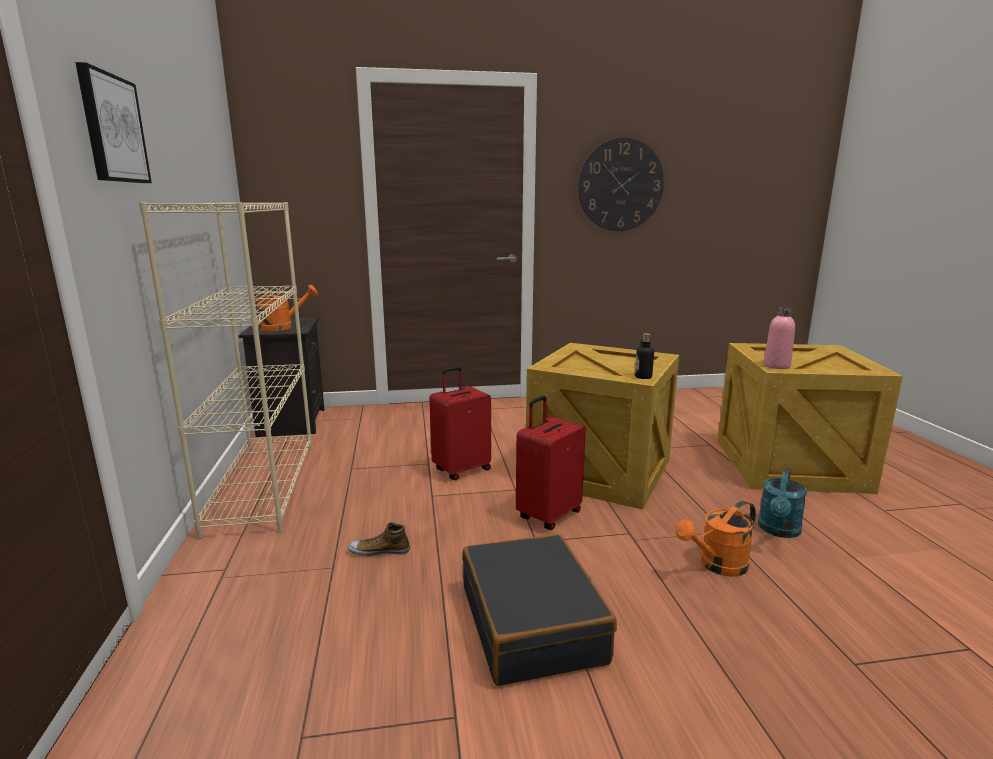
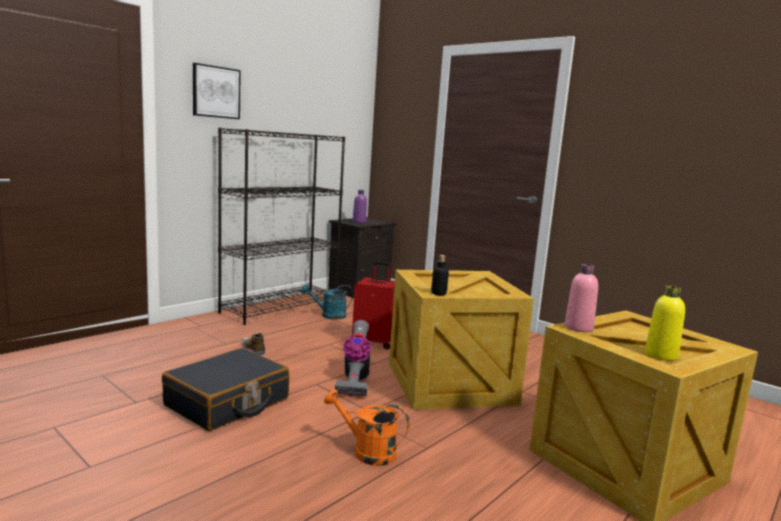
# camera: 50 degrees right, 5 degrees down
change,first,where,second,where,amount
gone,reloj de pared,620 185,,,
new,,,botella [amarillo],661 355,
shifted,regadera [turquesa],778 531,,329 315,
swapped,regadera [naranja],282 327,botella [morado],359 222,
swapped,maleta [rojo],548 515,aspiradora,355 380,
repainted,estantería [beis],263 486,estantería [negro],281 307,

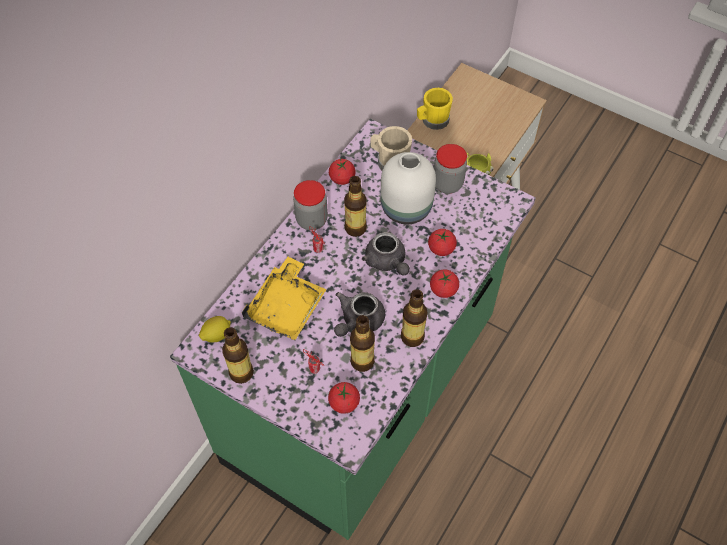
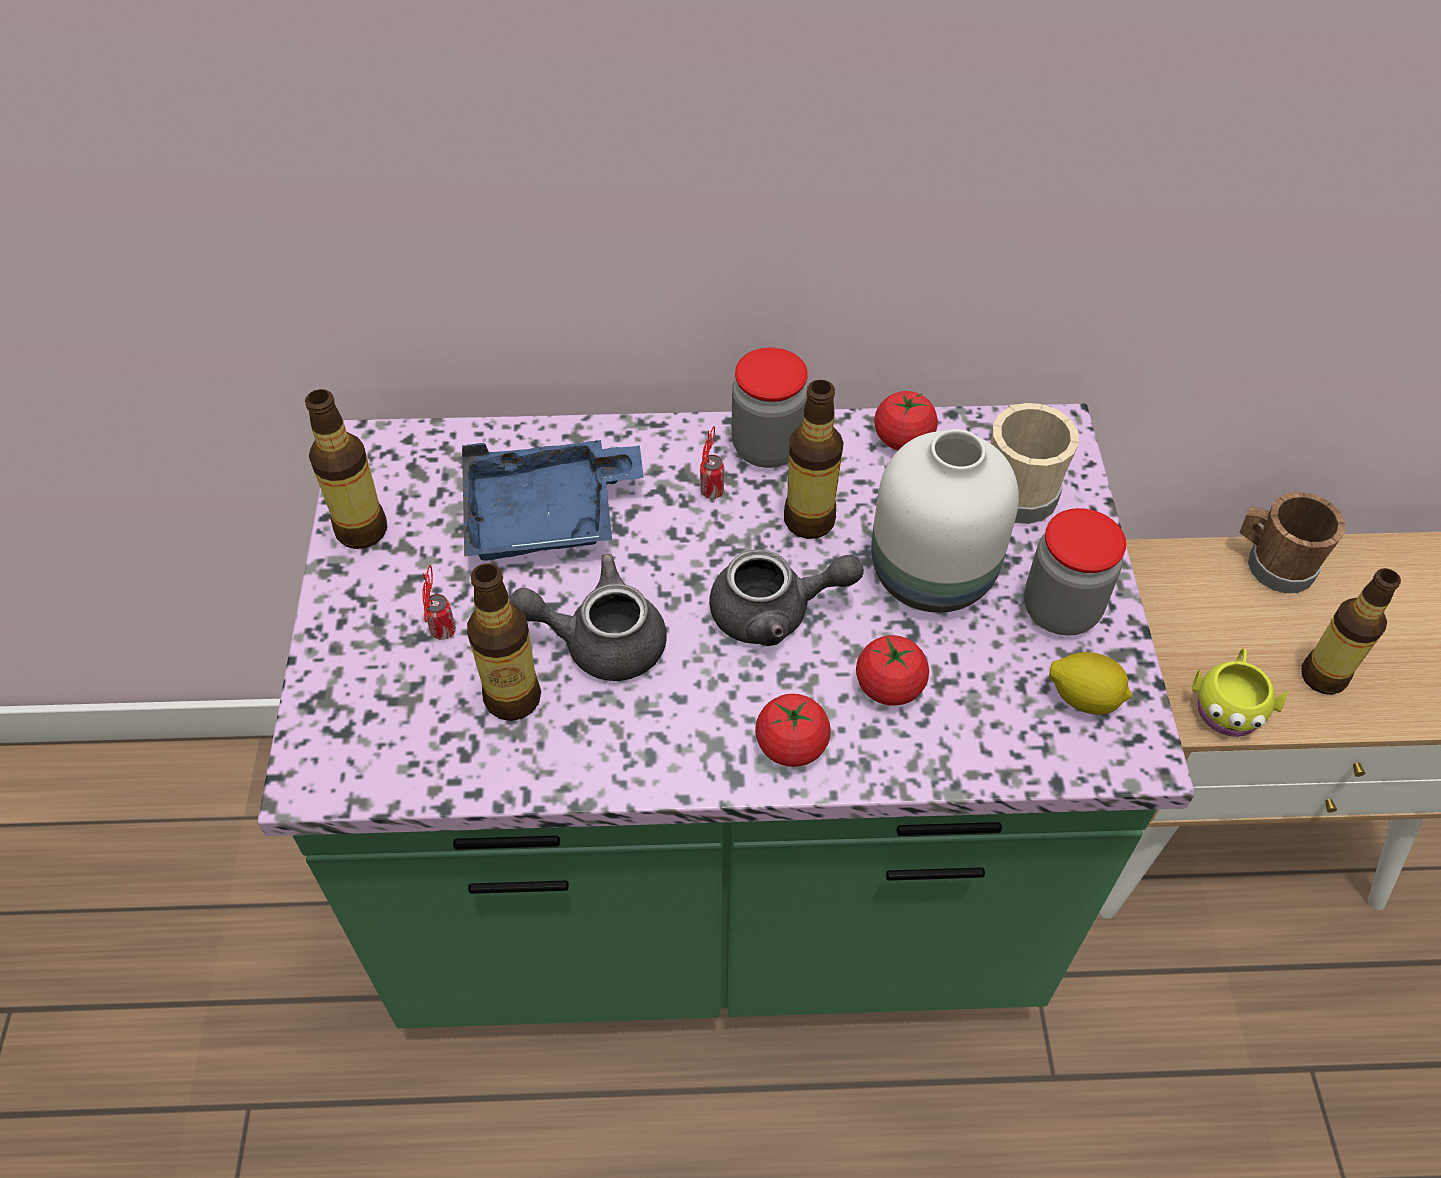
# camera: 55 degrees right, 5 degrees down
change,first,where,second,where,amount
gone,tomate,344 403,,,
shifted,limón,216 335,,1083 698,
shifted,botella,412 337,,1323 676,
repainted,bandeja [amarillo],287 307,bandeja [azul],547 517,
repainted,taza grande [amarillo],432 121,taza grande [marrón],1272 564,
rotated,tetera [gris],387 262,,775 613,120 degrees counterclockwise

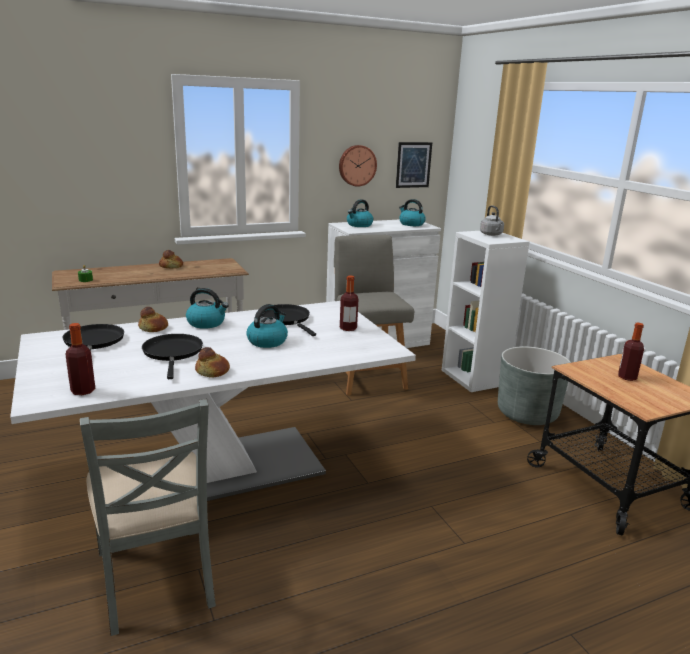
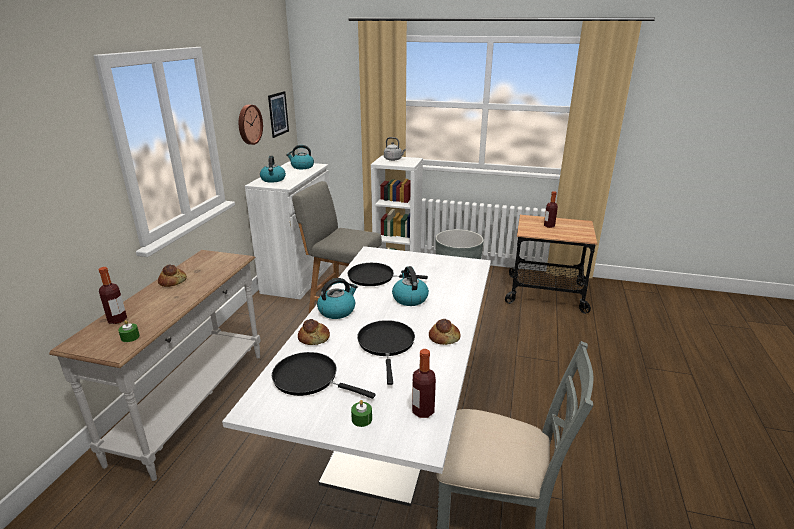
# camera: 50 degrees left, 5 degrees up
change,first,where,second,where,amount
new,,,vela [verde],362 419,
shifted,botella,348 328,,117 320,
rotated,sartén [negro],173 353,,386 344,60 degrees clockwise

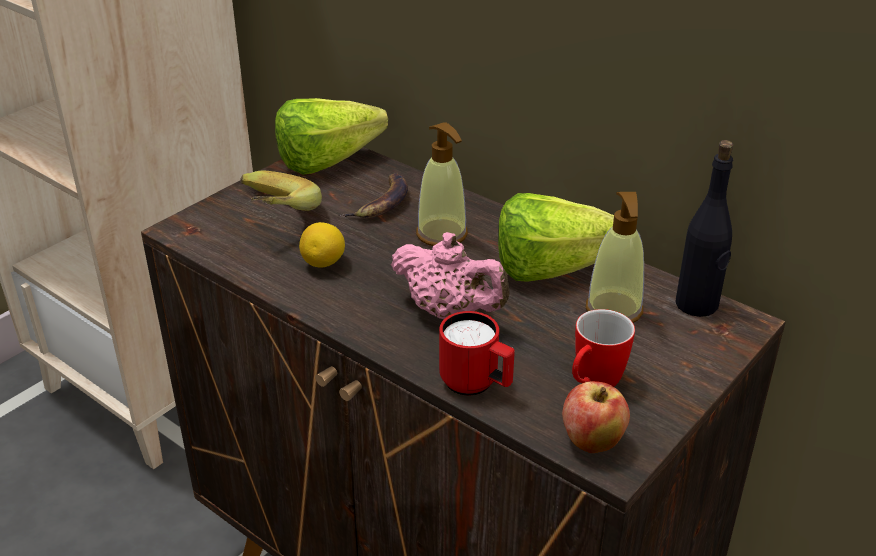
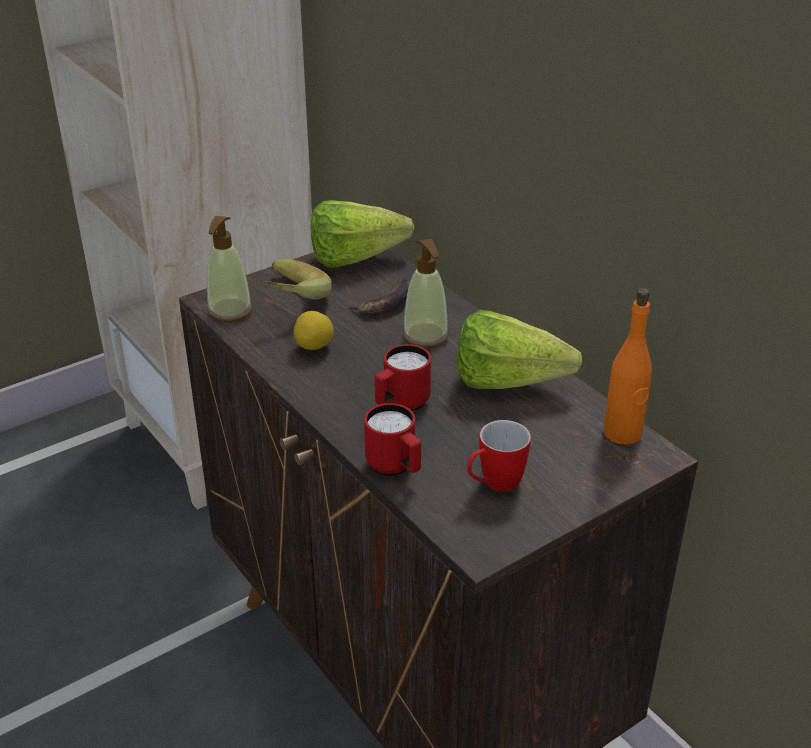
# camera: 15 degrees right, 0 degrees up
change,first,where,second,where,amount
gone,manzana,591 442,,,
shifted,dispensador de jabón,614 310,,230 311,
swapped,tetera [rosa],450 312,taza grande [rojo],401 404,
repainted,botella [negro],697 305,botella [naranja],622 433,

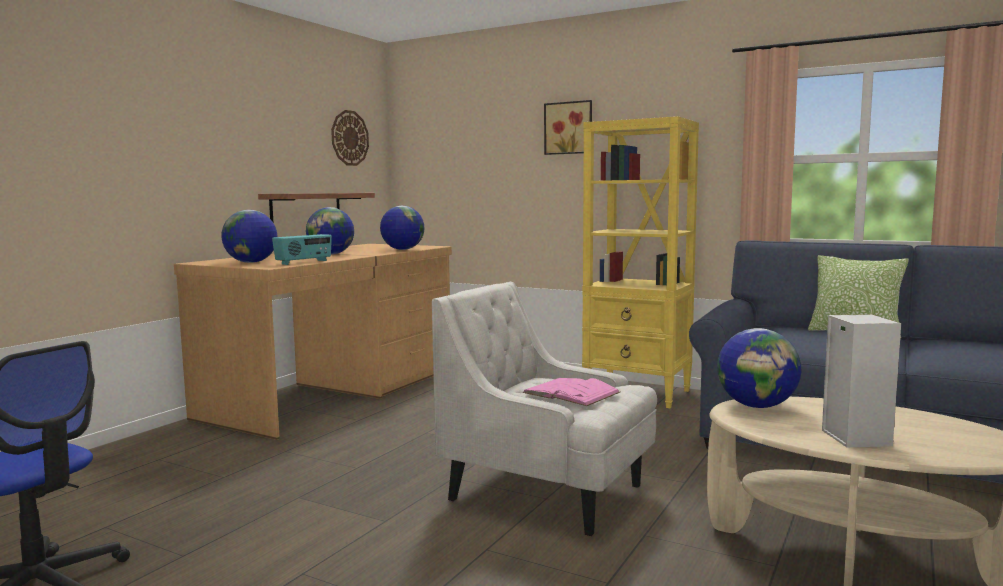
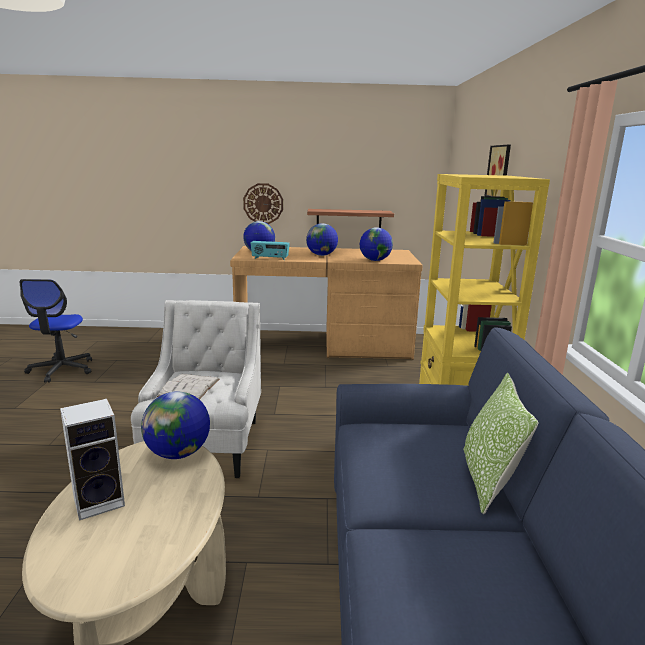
# camera: 60 degrees right, 10 degrees up
change,first,where,second,where,amount
shifted,reloj de pared,349 138,,263 203,
repainted,libro [rosa],571 392,libro [blanco],189 387,

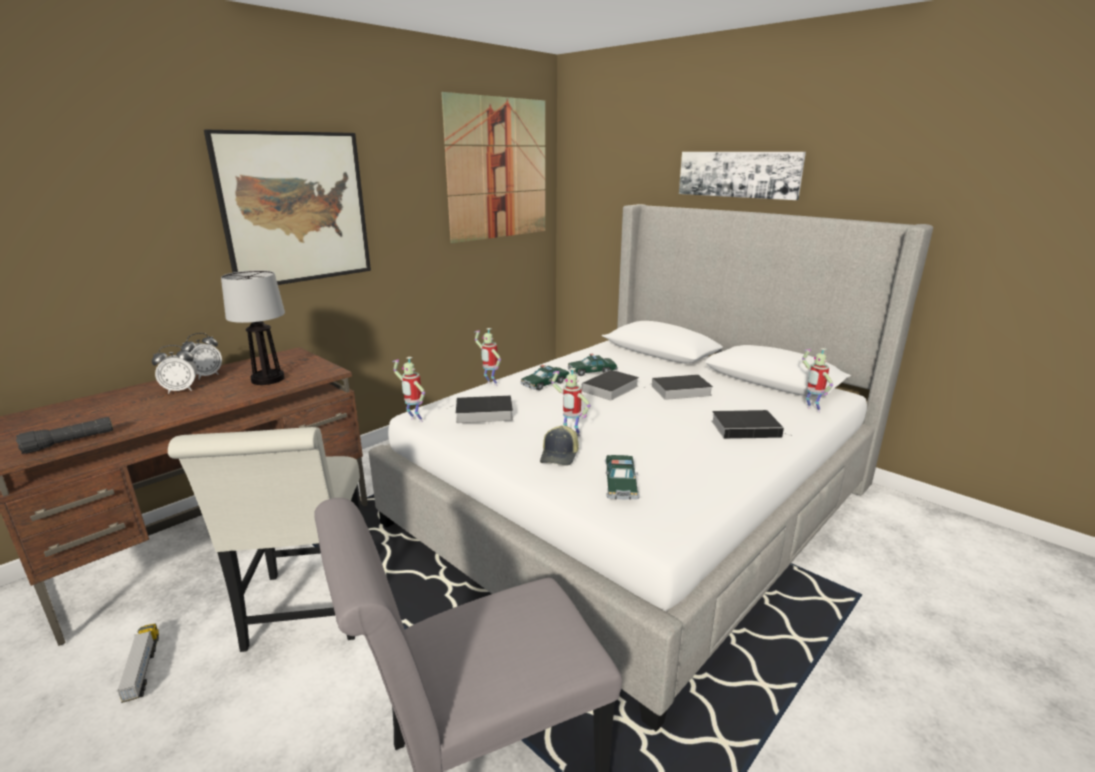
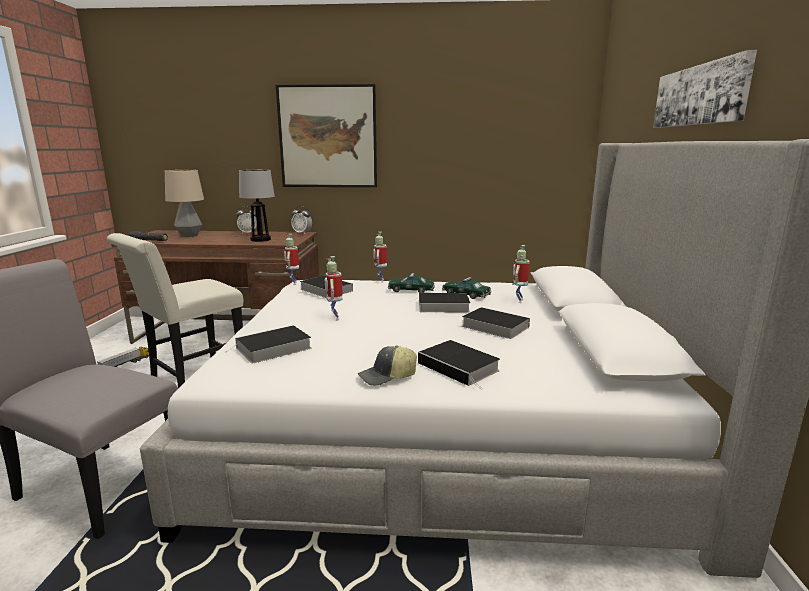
# camera: 50 degrees right, 5 degrees down
change,first,where,second,where,amount
gone,cuadro,498 169,,,
new,,,lámpara de mesa,189 235,
shifted,despertador,180 390,,302 233,
shifted,gorra,560 455,,387 377,
shifted,robot de juguete,811 410,,519 301,
swapped,coche de juguete,620 484,libro,272 349,

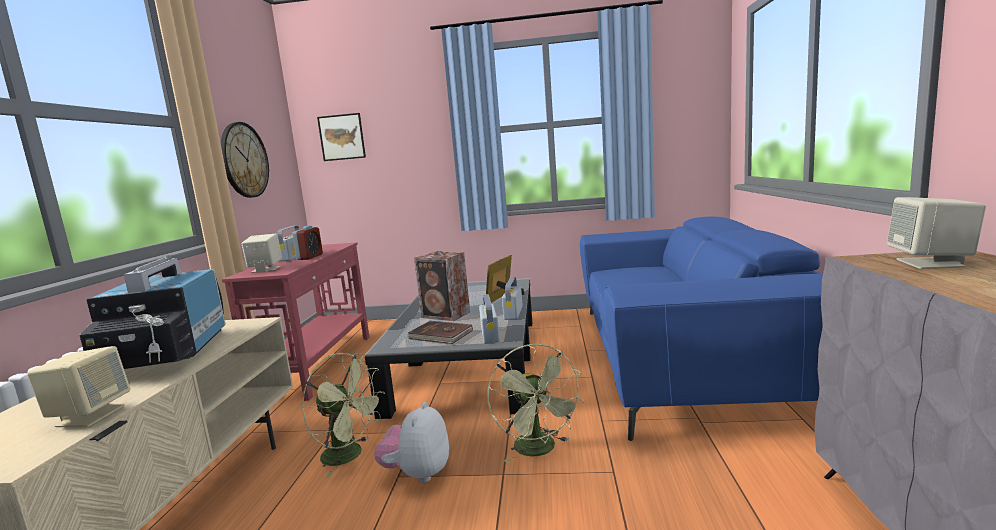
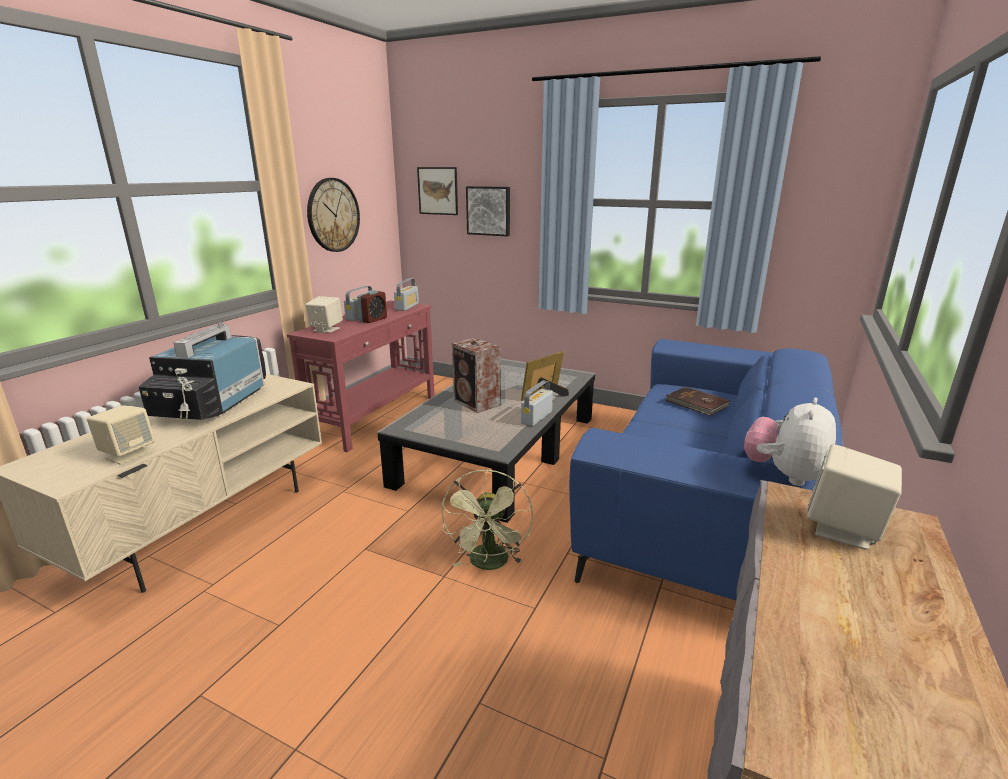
# camera: 20 degrees right, 10 degrees up
change,first,where,second,where,amount
gone,ventilador [verde],350 455,,,
new,,,cuadro,489 211,
shifted,peluche,417 474,,784 475,
shifted,libro [marrón],440 335,,696 404,
shifted,radio,490 335,,407 307,

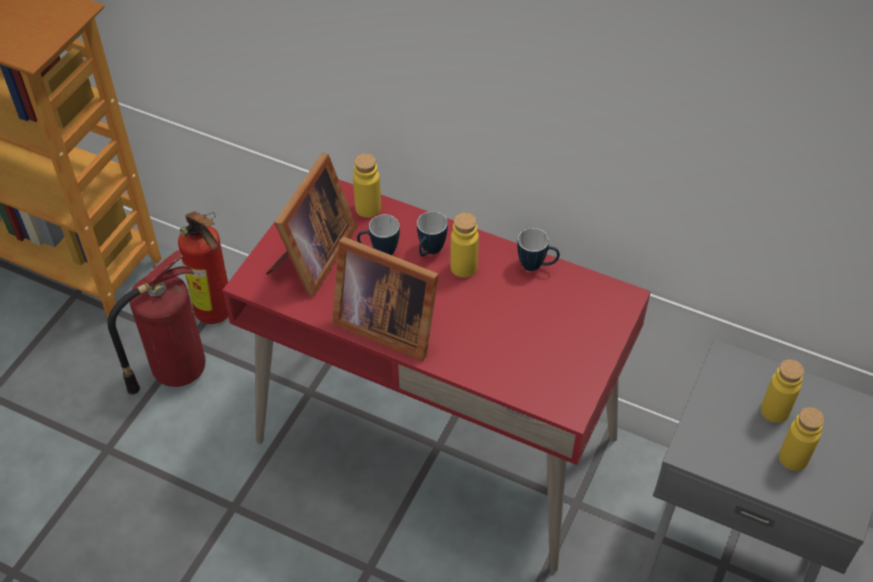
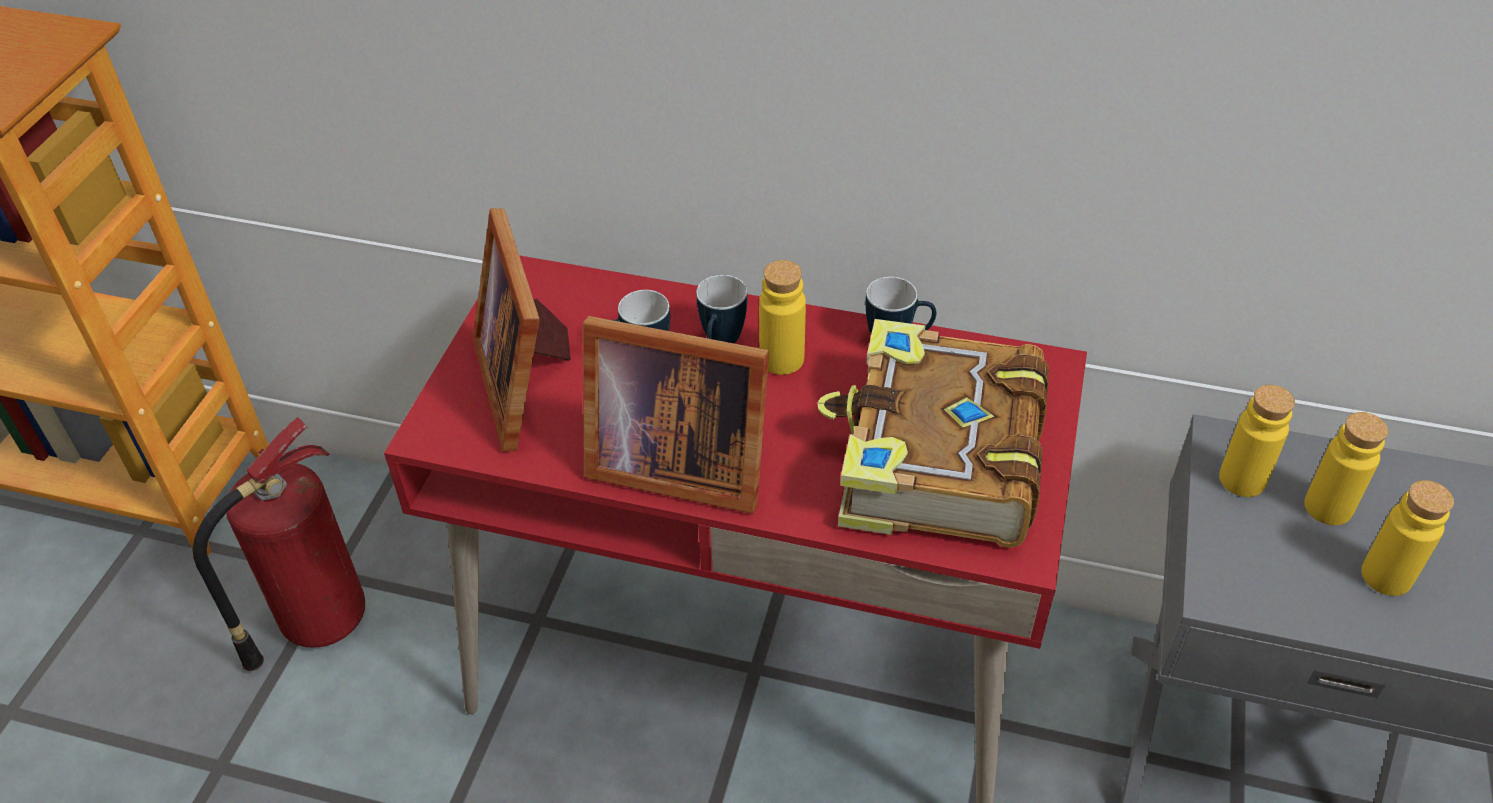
# camera: 10 degrees left, 5 degrees down
change,first,where,second,where,amount
gone,extintor,217 315,,,
new,,,libro,935 461,
shifted,botella [amarillo],368 208,,1242 479,
rotated,portarretratos,311 257,,528 381,150 degrees clockwise

